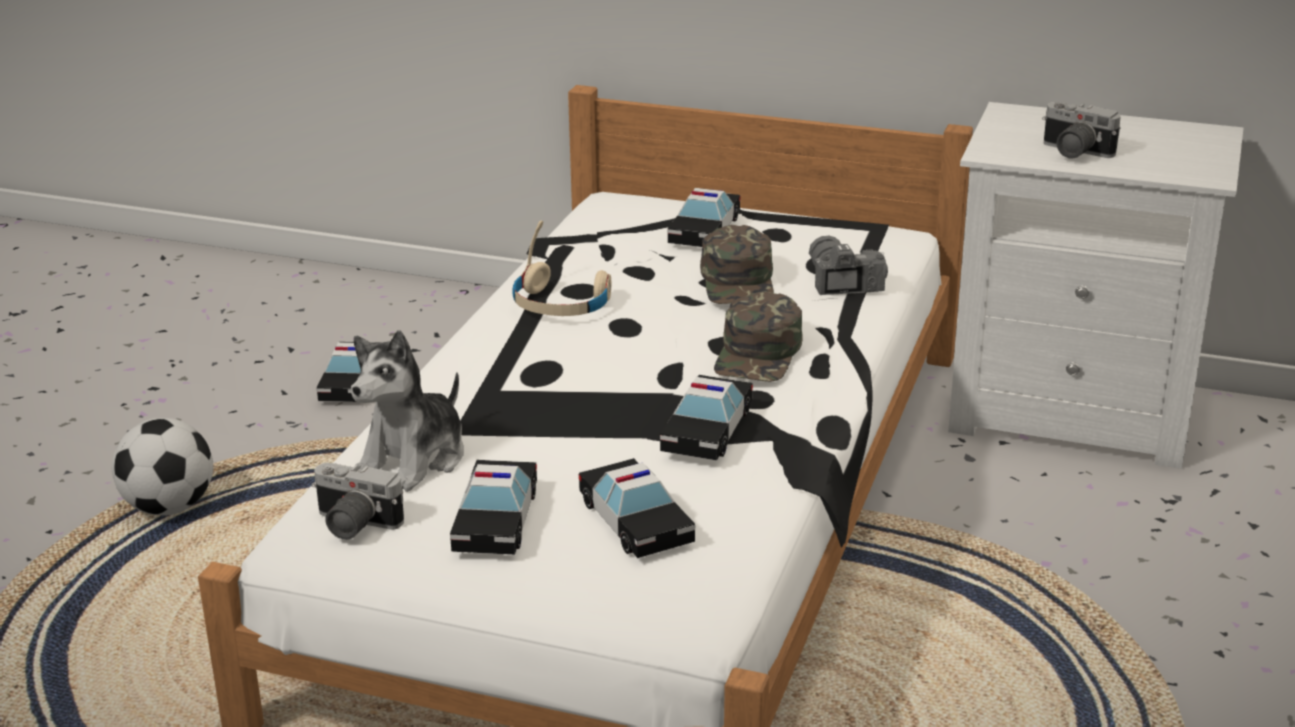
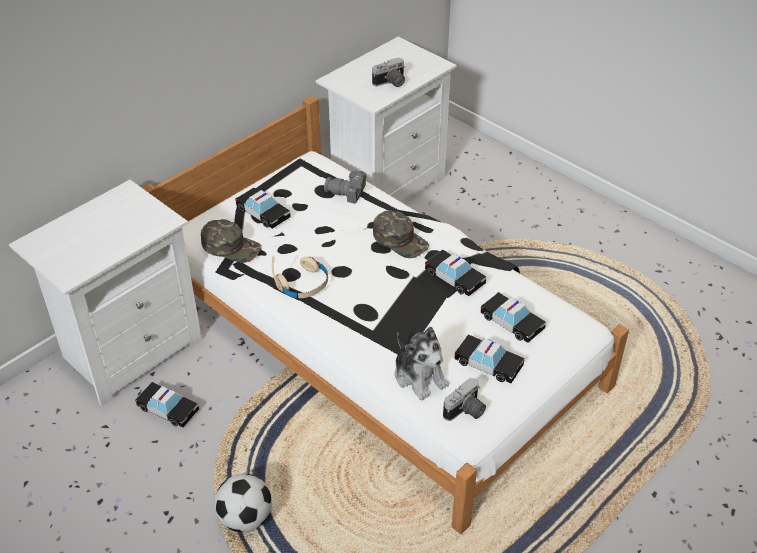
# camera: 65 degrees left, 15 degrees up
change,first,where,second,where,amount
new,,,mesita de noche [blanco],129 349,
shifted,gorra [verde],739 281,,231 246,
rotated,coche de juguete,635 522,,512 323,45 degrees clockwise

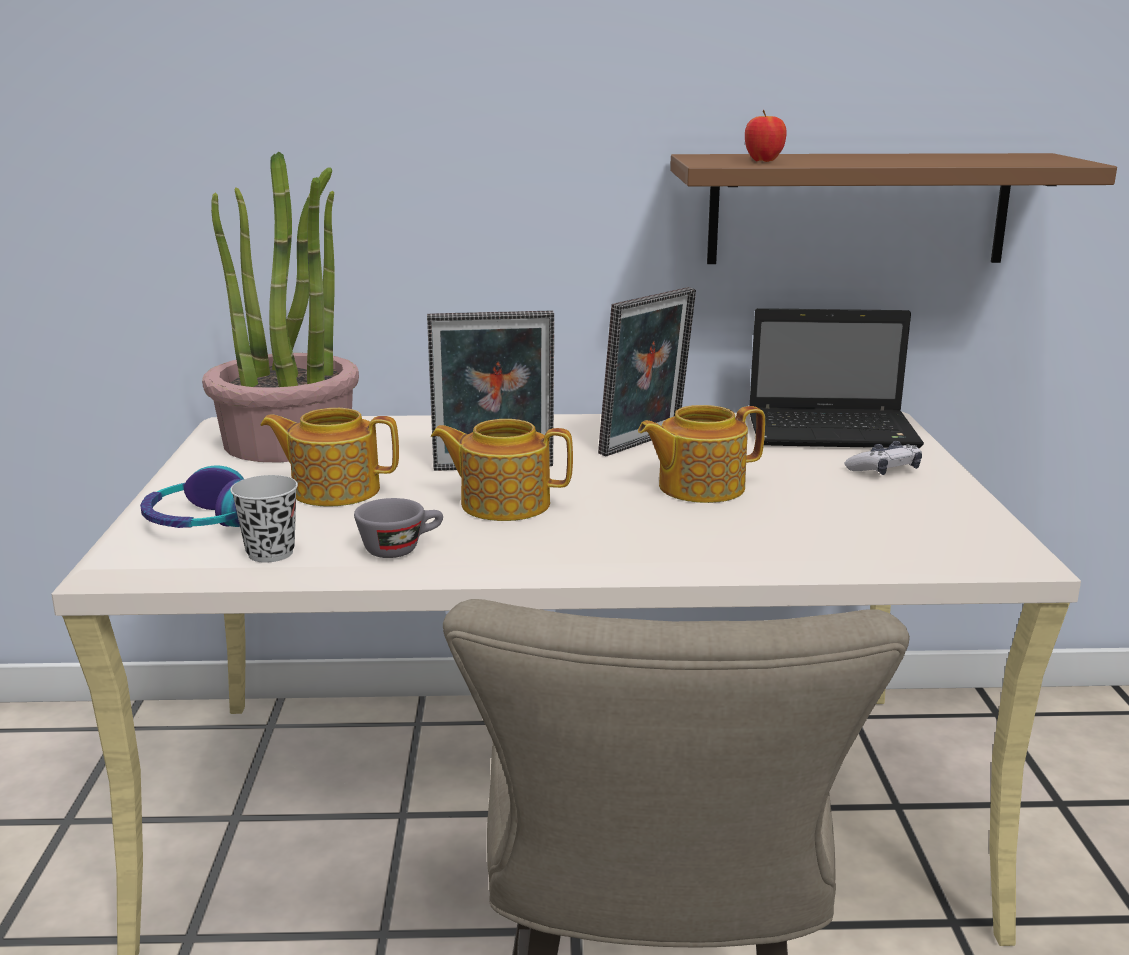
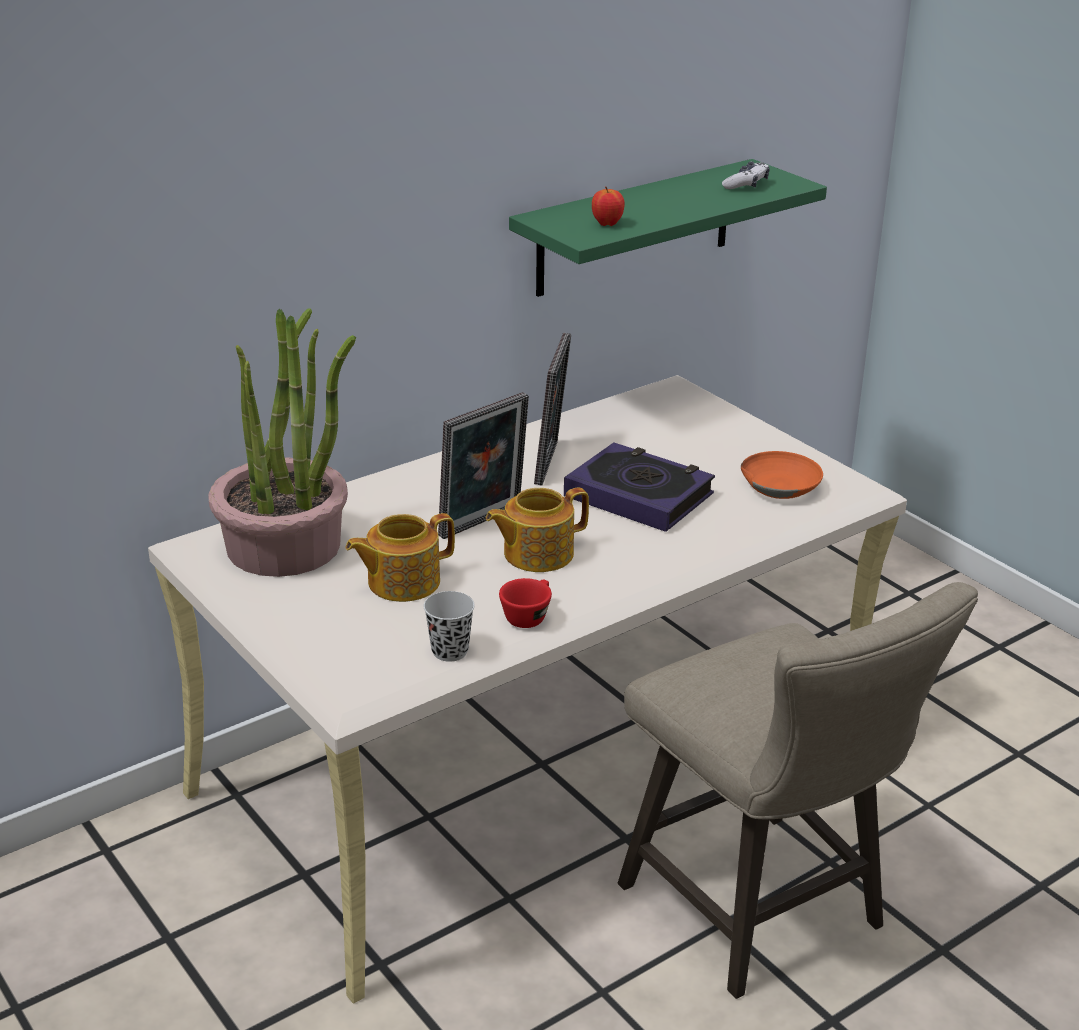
# camera: 35 degrees left, 10 degrees up
change,first,where,second,where,amount
gone,auriculares,203 522,,,
gone,portátil,835 432,,,
new,,,cuenco [naranja],780 486,
shifted,mando de consola,884 470,,746 184,
swapped,tetera,699 487,libro,639 495,
repainted,taza [gris],401 548,taza [rojo],528 616,
repainted,estante [marrón],858 209,estante [verde],634 228,

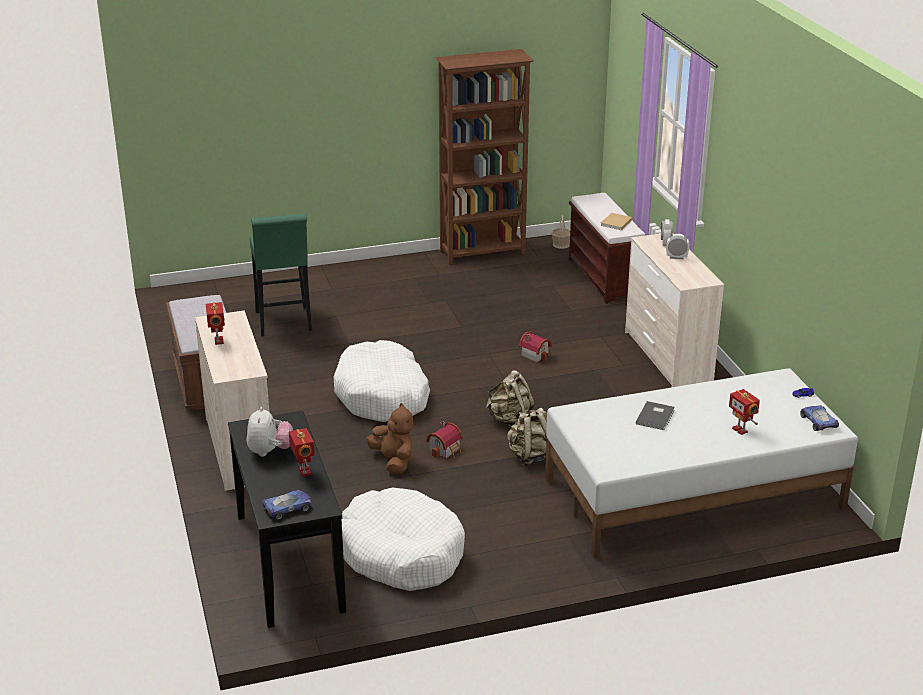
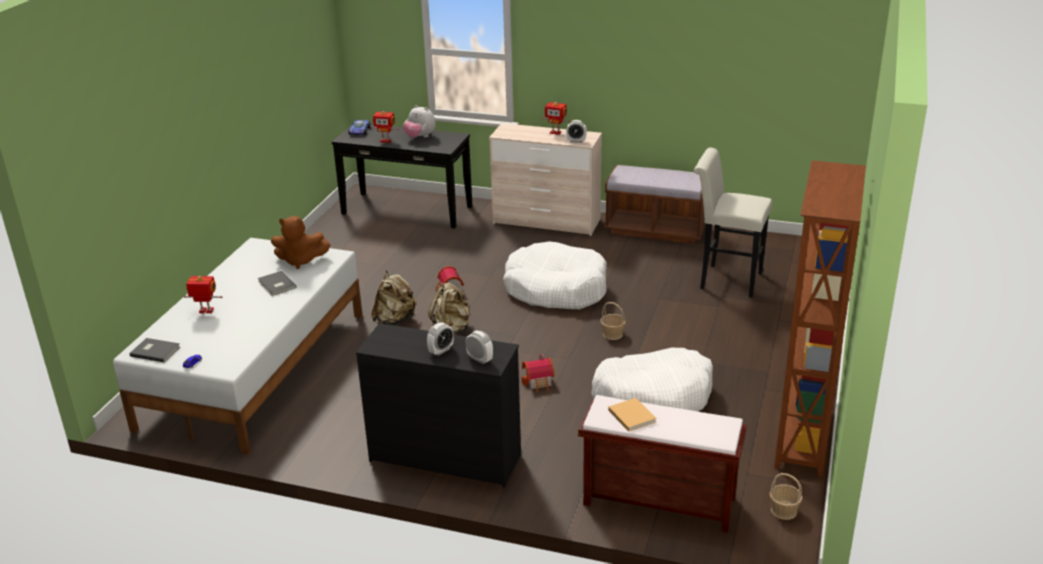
# camera: 125 degrees right, 0 degrees up
change,first,where,second,where,amount
new,,,despertador,576 141,
new,,,cesta,612 334,
shifted,cama para perro [blanco],401 553,,653 397,
shifted,peluche [marrón],393 461,,300 261,
swapped,coche de juguete,818 421,libro [gris],155 351,
repainted,taburete [verde],284 323,taburete [blanco],725 280,
repainted,cómoda [beis],666 357,cómoda [negro],445 457,

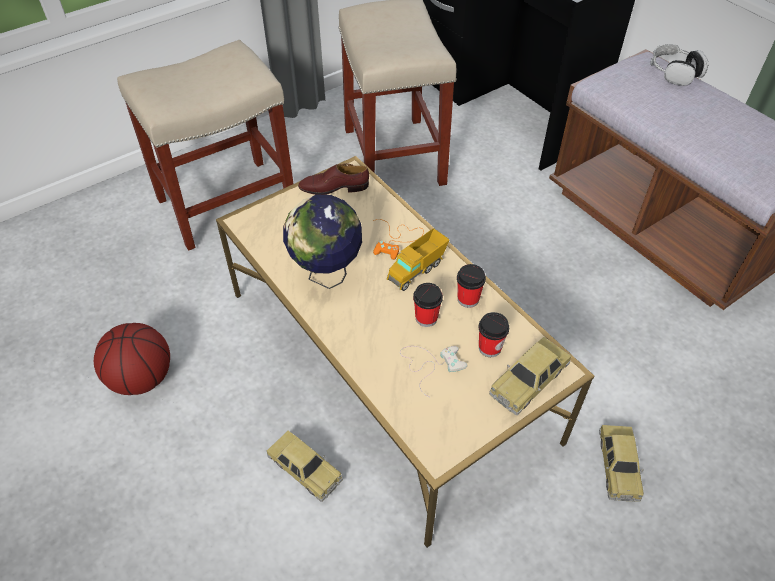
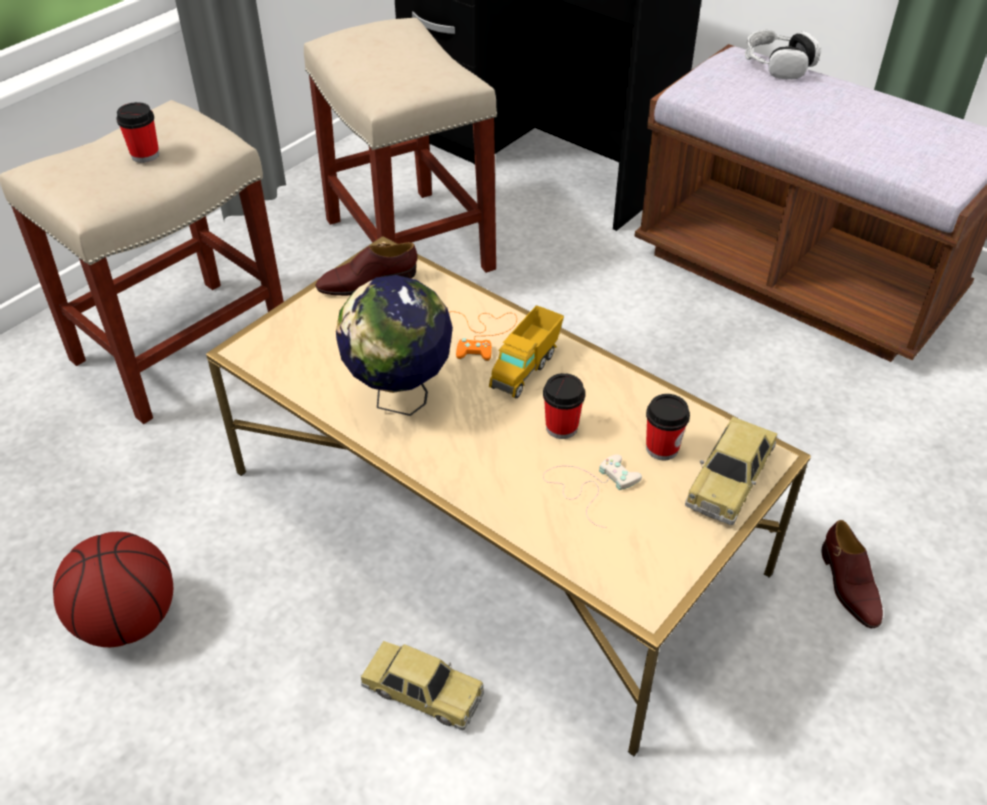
# camera: 15 degrees left, 5 degrees down
change,first,where,second,where,amount
shifted,taza,468 299,,145 155,
swapped,coche de juguete,618 466,zapato [marrón],848 585,

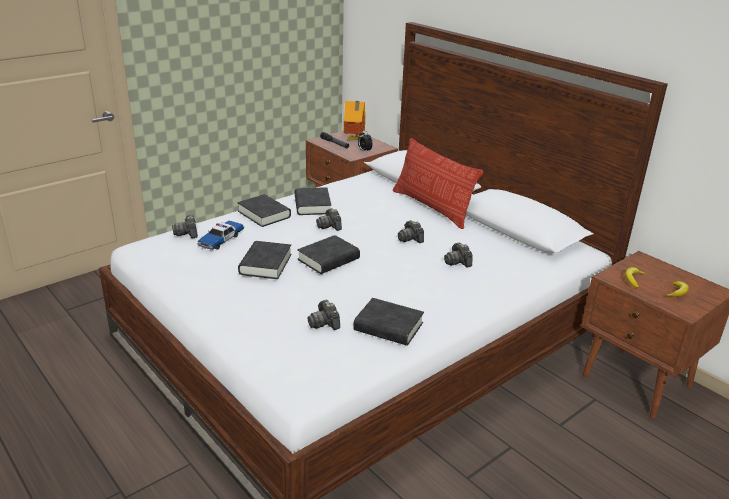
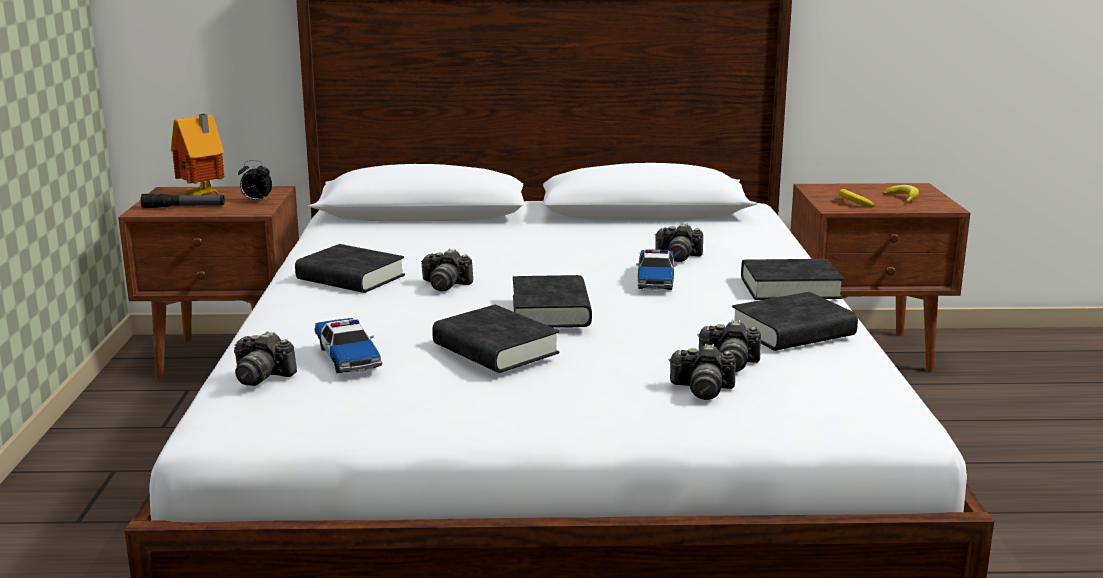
# camera: 50 degrees left, 10 degrees down
change,first,where,second,where,amount
gone,cojín,432 207,,,
new,,,coche de juguete,655 279,
shifted,libro [negro],264 214,,790 288,
shifted,cámara,410 239,,702 389,

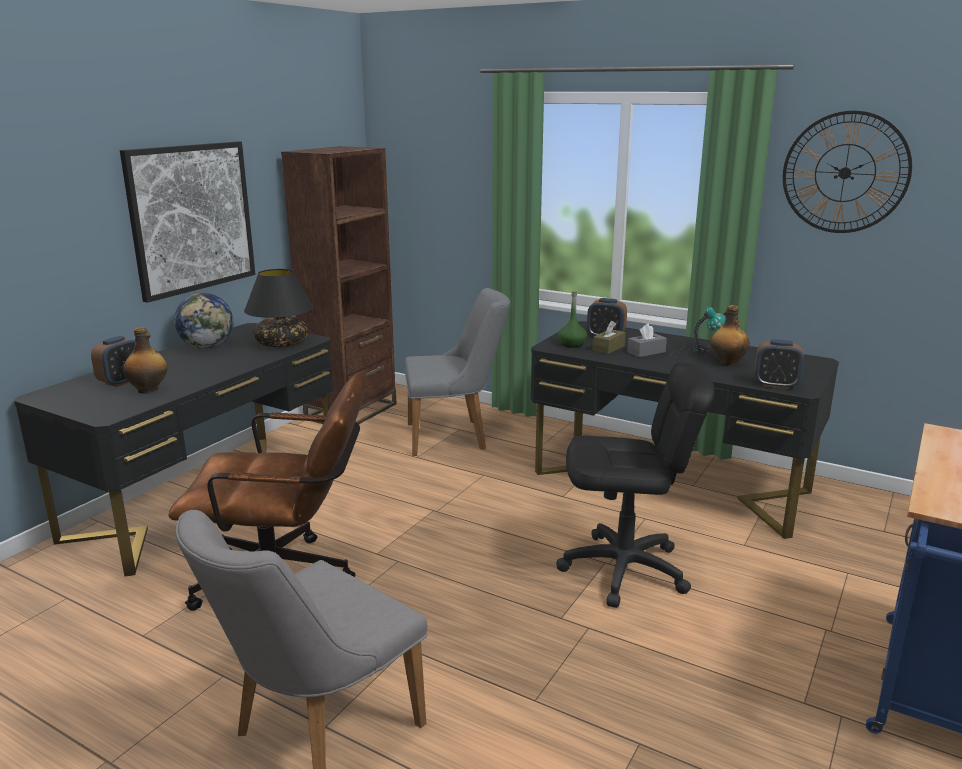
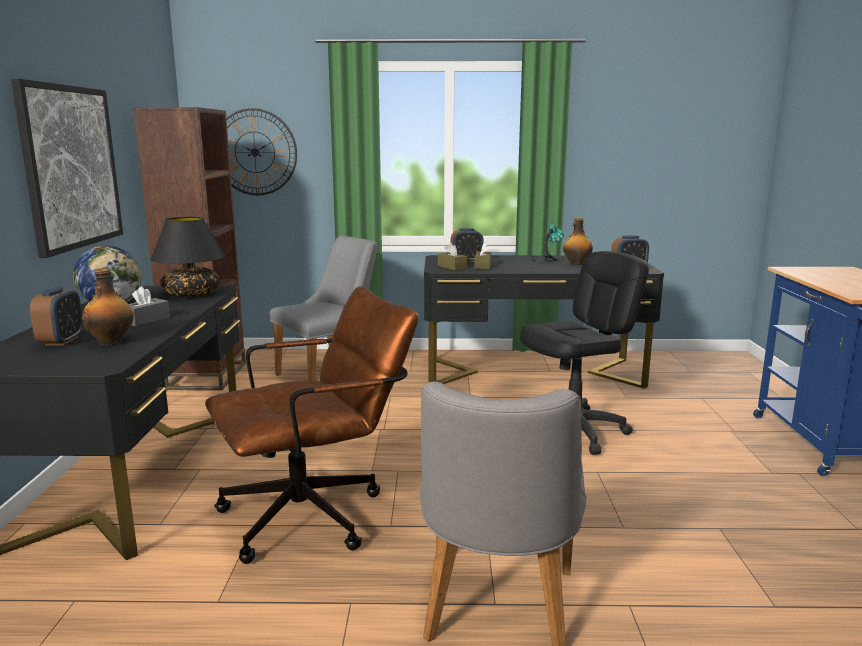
# camera: 30 degrees left, 5 degrees down
change,first,where,second,where,amount
shifted,caja de pañuelos [gris],646 352,,146 320,
shifted,reloj de pared,845 173,,255 152,
swapped,botella [verde],572 344,caja de pañuelos [marrón],452 267,

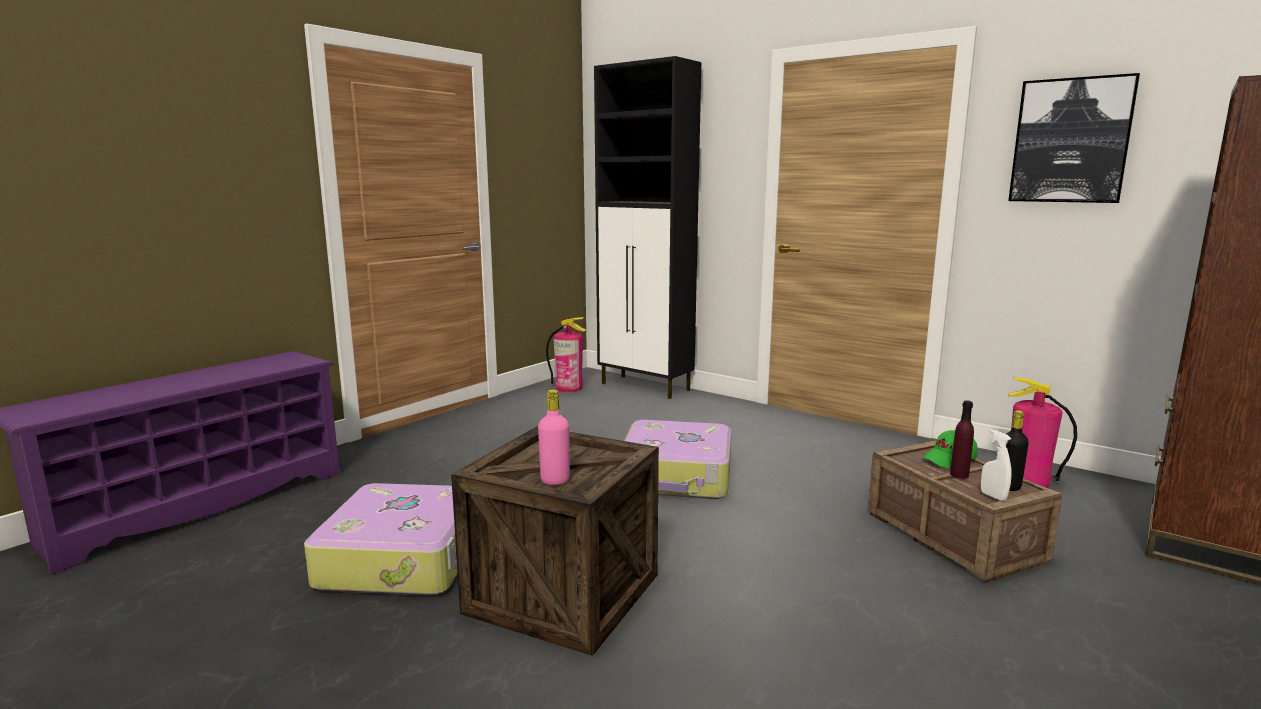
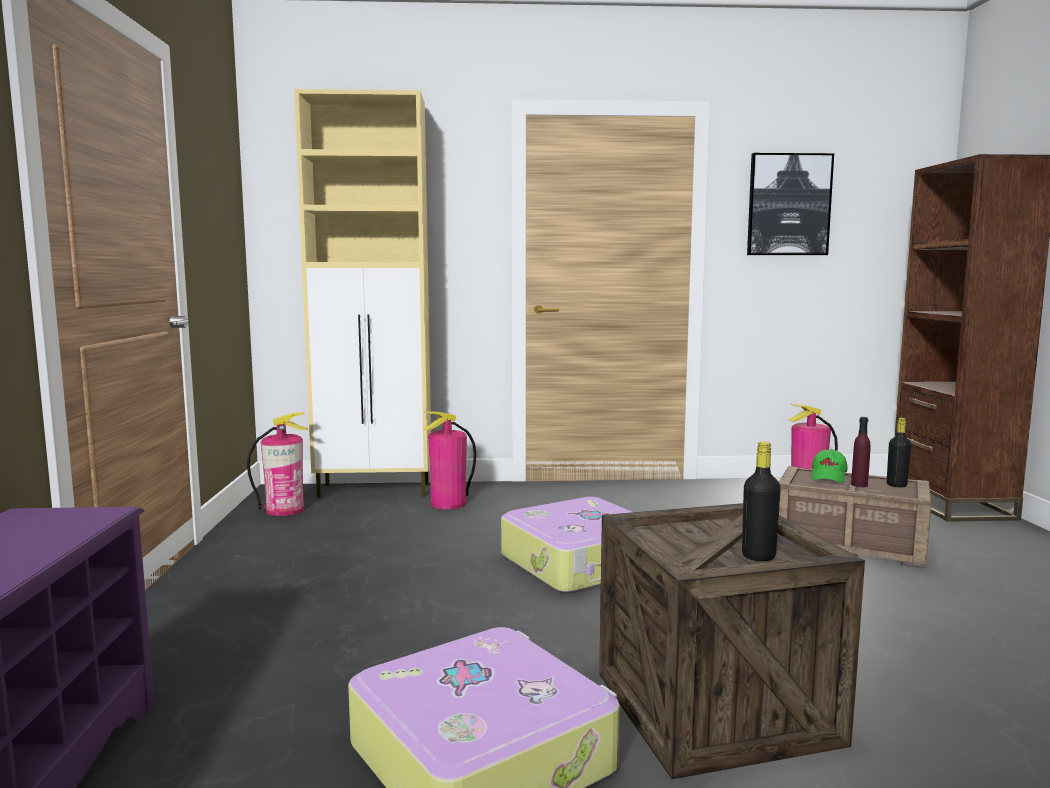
# camera: 40 degrees left, 5 degrees down
change,first,where,second,where,amount
gone,pulverizador [blanco],993 496,,,
new,,,extintor,448 504,
repainted,botella [rosa],555 480,botella [negro],758 556,
repainted,armario [negro],646 387,armario [beis],376 490,

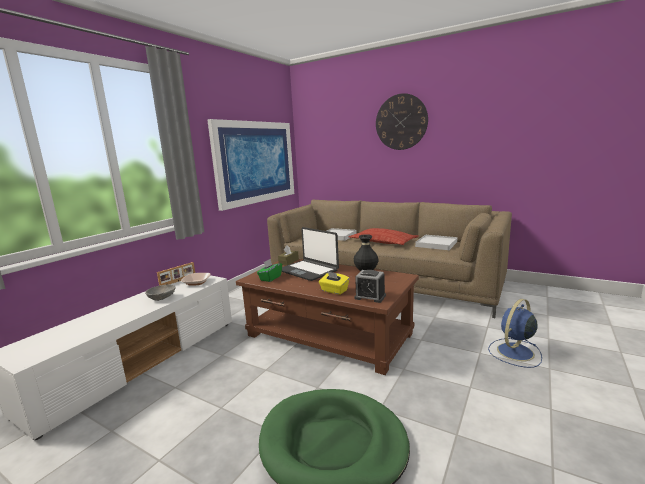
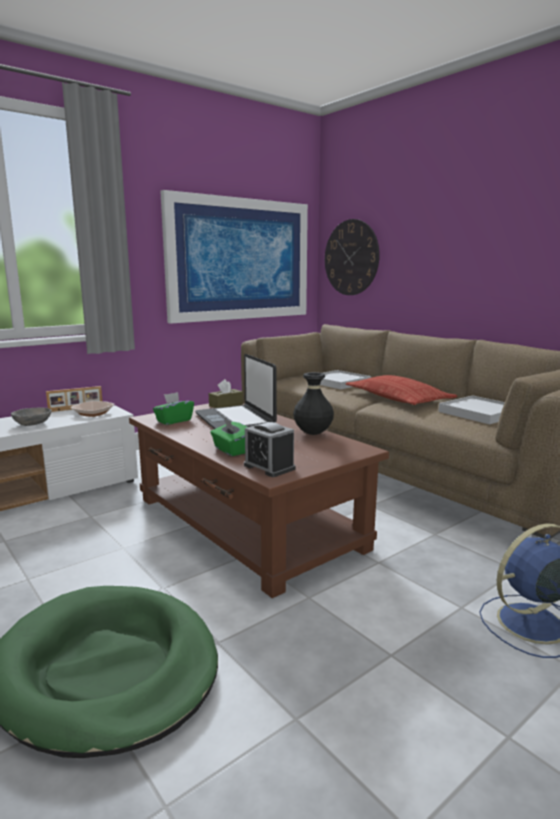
# camera: 20 degrees right, 0 degrees up
change,first,where,second,where,amount
shifted,reloj de pared,401 122,,351 257,
repainted,caja de pañuelos [amarillo],334 291,caja de pañuelos [verde],231 450,

